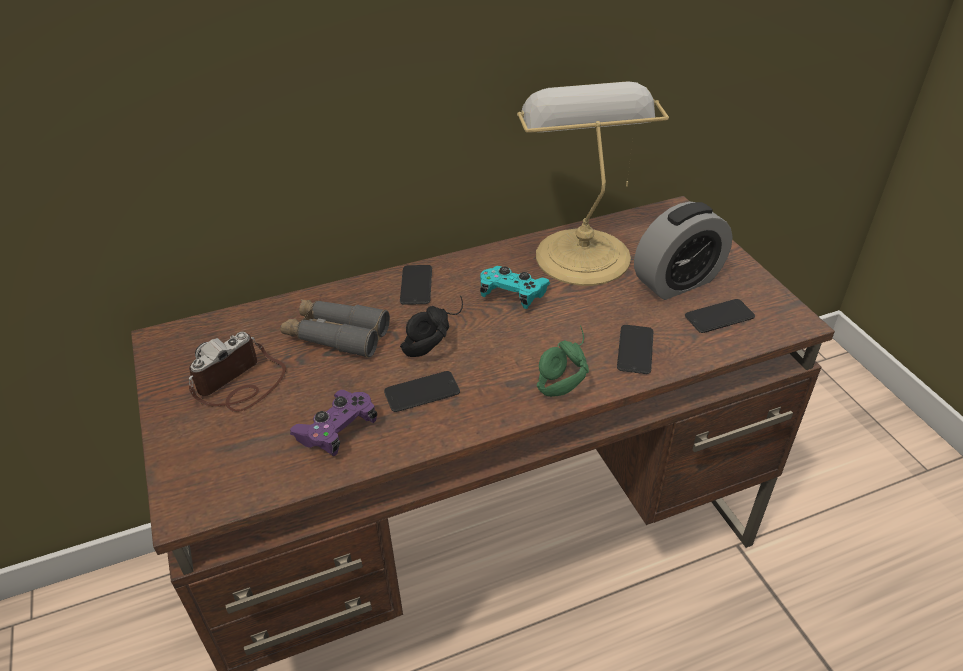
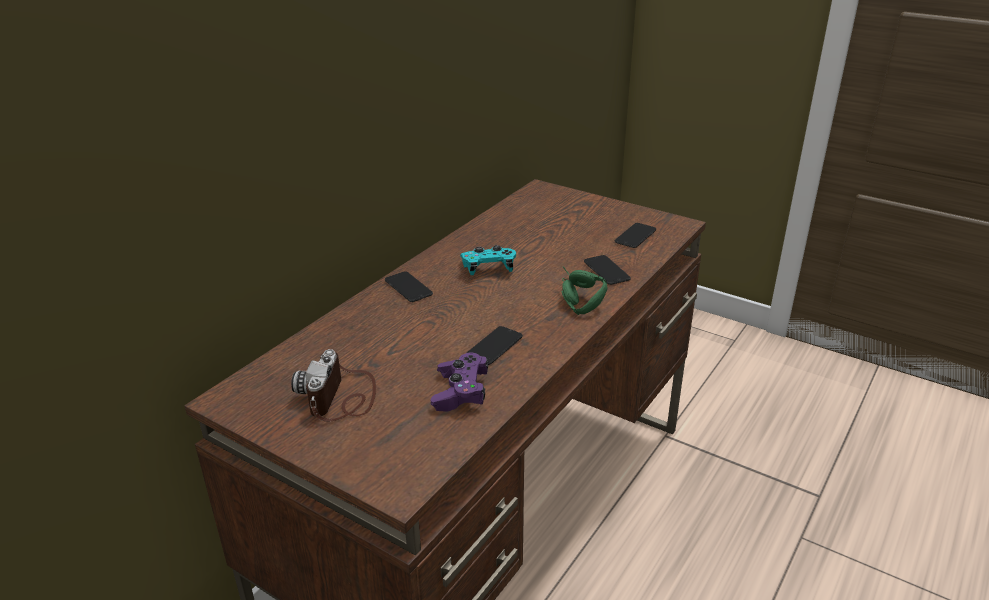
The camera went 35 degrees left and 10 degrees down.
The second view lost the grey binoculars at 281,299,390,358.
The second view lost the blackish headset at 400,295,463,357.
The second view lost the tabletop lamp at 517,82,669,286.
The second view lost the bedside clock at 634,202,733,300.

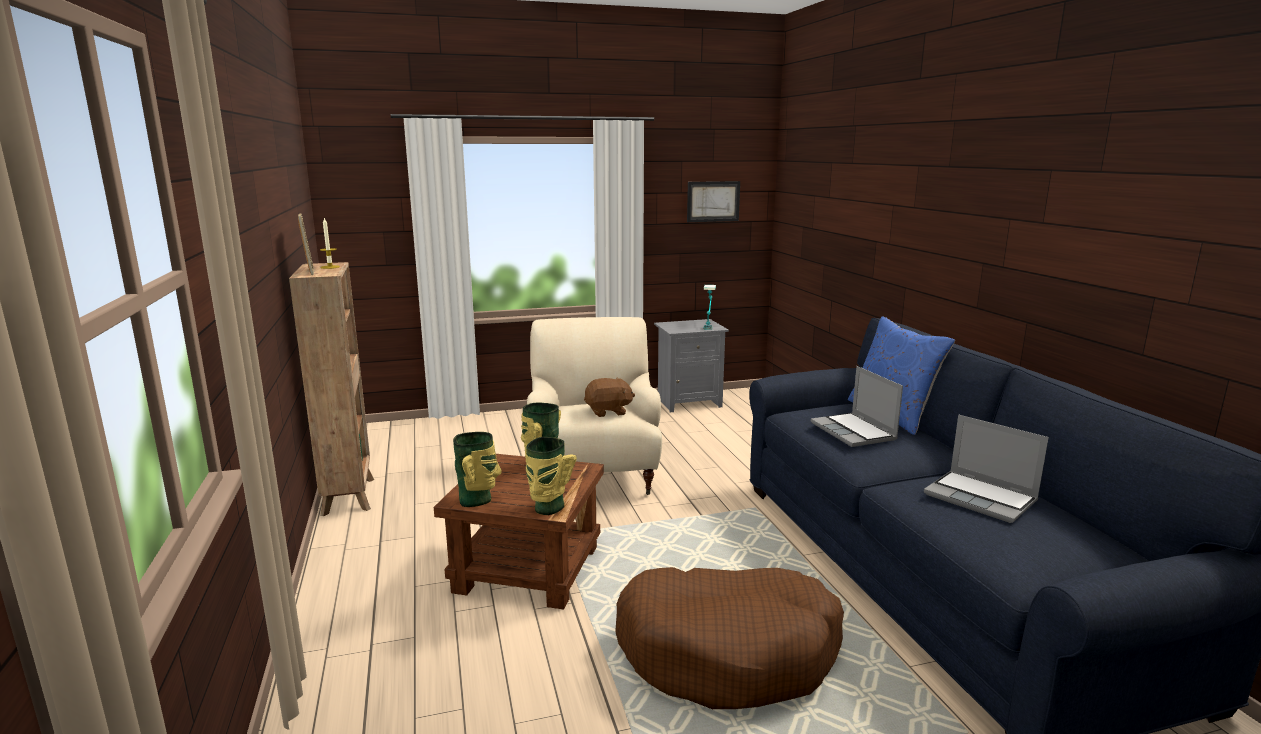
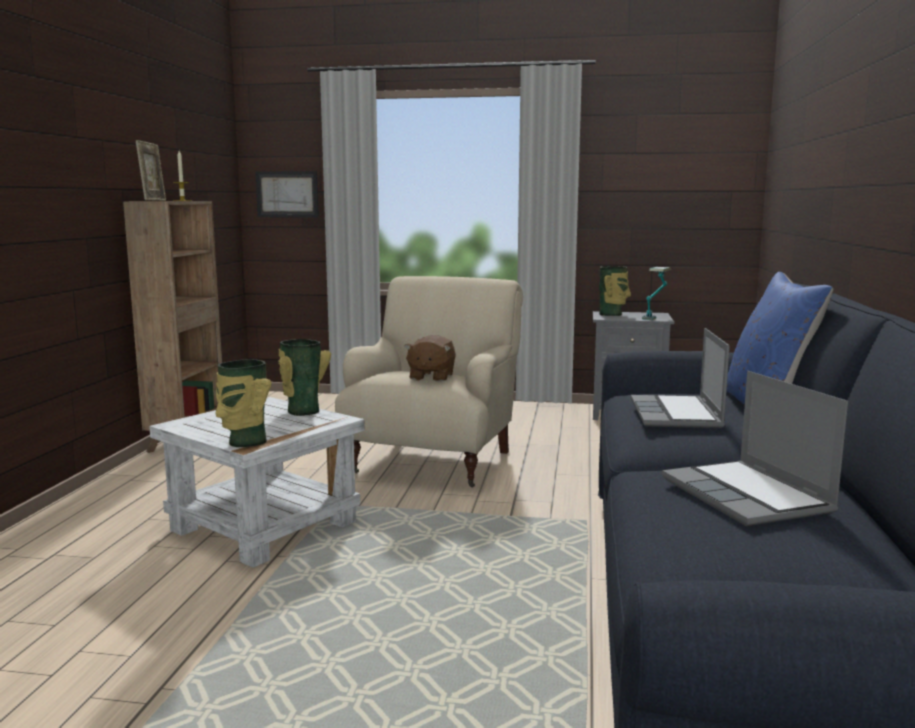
The camera went 25 degrees right and 5 degrees down.
The second view lost the brown pet bed at 615,567,844,709.
The decorative vase ended up elsewhere, having gone from 453,432,502,507 to 599,266,631,316.
The wall picture ended up elsewhere, having gone from 687,181,740,222 to 255,171,319,218.
What was the brown end table at 434,454,604,610 turned into the whitish end table at 149,397,365,568.
The brown plush toy at 584,377,635,417 ended up facing another way, 90 degrees clockwise from before.

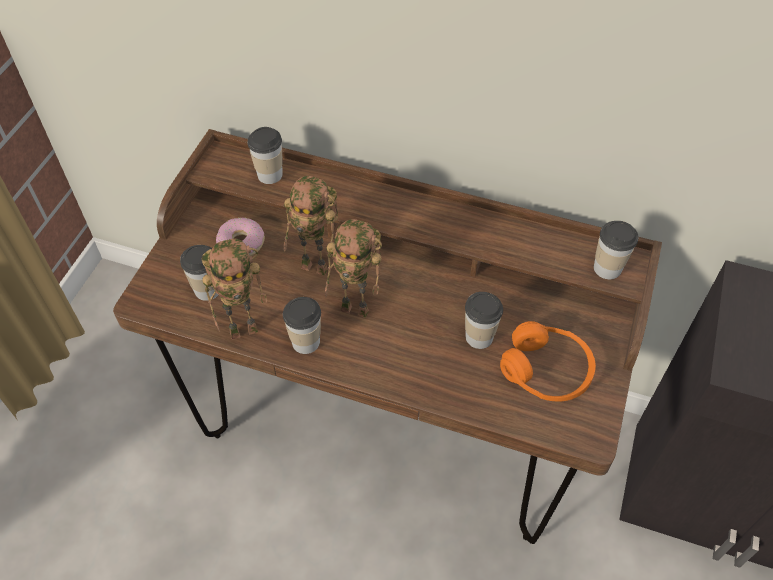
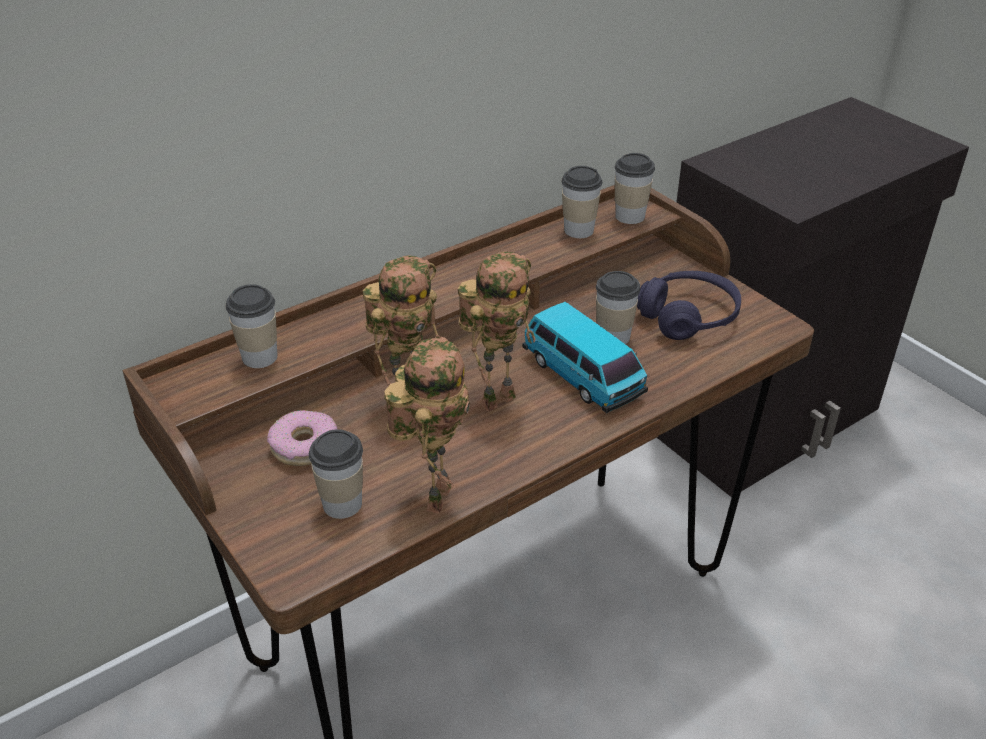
The camera went 55 degrees left and 15 degrees down.
The second view gained the toy car at 522,302,648,413.
The cup ended up elsewhere, having gone from 283,297,321,354 to 561,166,602,238.
What was the orangey headset at 500,321,596,402 turned into the purple-coloured headset at 637,271,741,340.

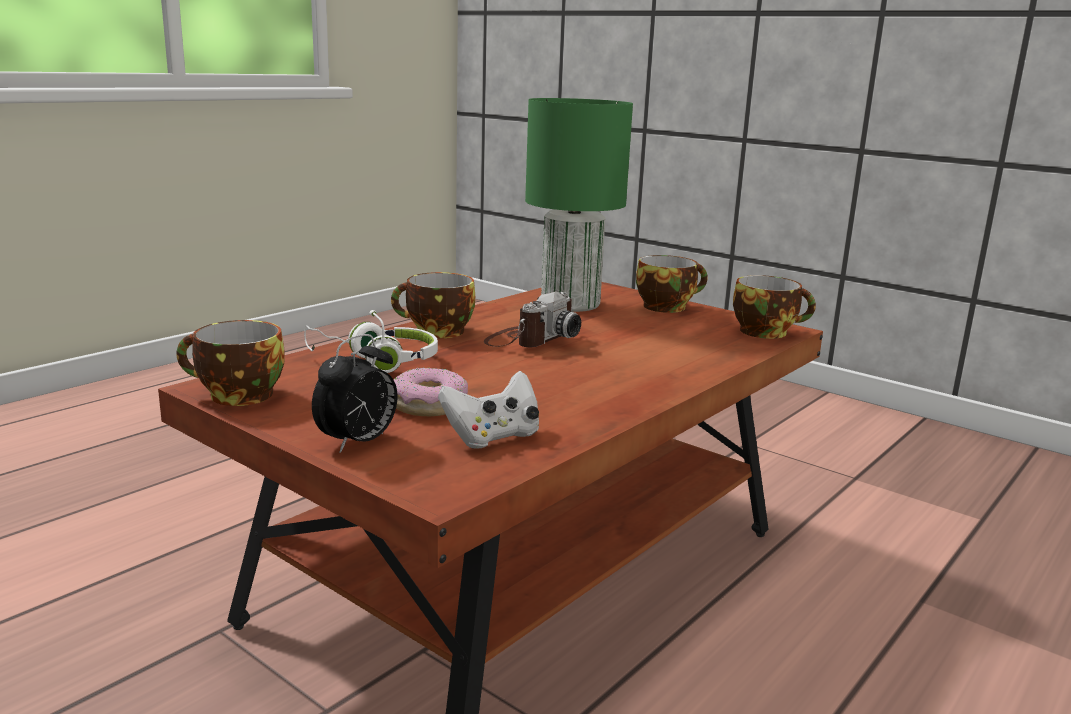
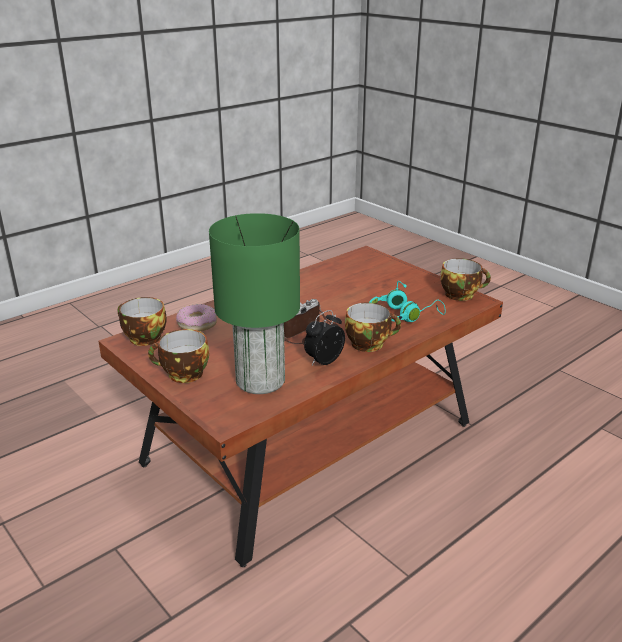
The camera went 170 degrees left and 10 degrees up.
The second view lost the whitish joypad at 438,371,539,449.
The bedside clock ended up elsewhere, having gone from 312,334,397,453 to 304,310,345,366.
The donut ended up elsewhere, having gone from 394,368,468,416 to 176,304,217,331.
What was the whitish headset at 304,310,438,373 turned into the turquoise headset at 369,281,446,322.

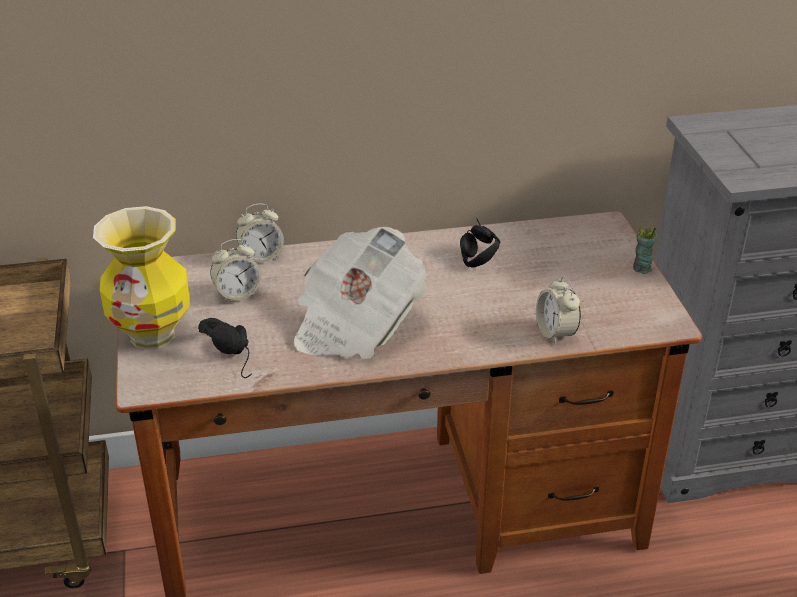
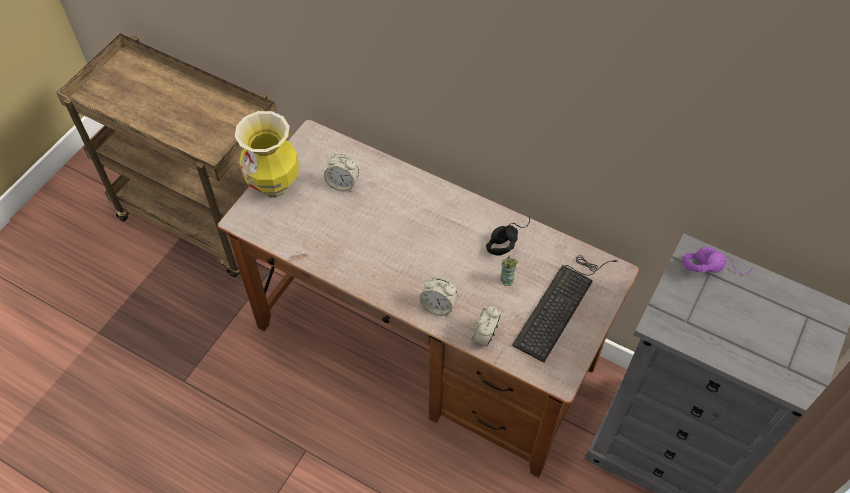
The camera went 40 degrees right and 20 degrees up.
The second view lost the blackish headset at 198,318,252,378.
The second view lost the newspaper at 293,227,426,359.
The second view gained the PC keyboard at 512,255,617,363.
The second view gained the purple-coloured headset at 682,247,753,274.
The bedside clock ended up elsewhere, having gone from 236,204,284,263 to 419,277,457,316.
The cup ended up elsewhere, having gone from 633,226,657,274 to 501,255,518,286.

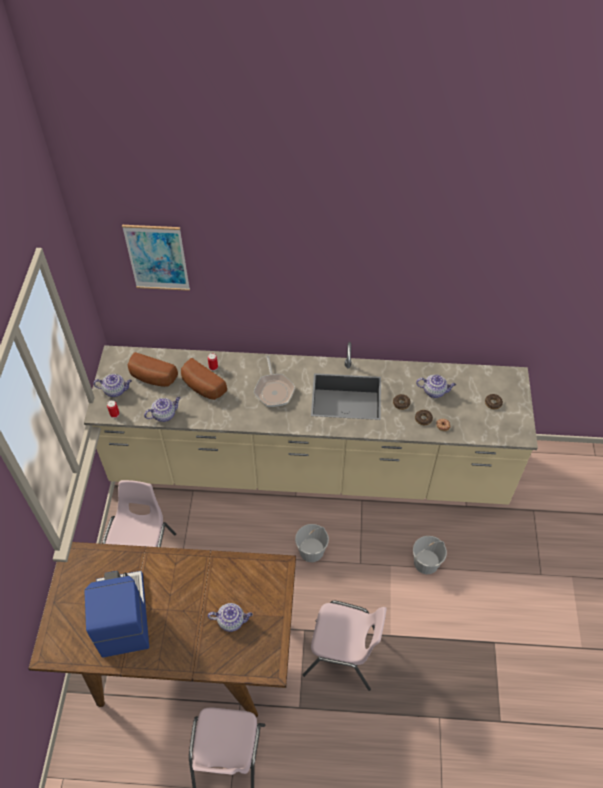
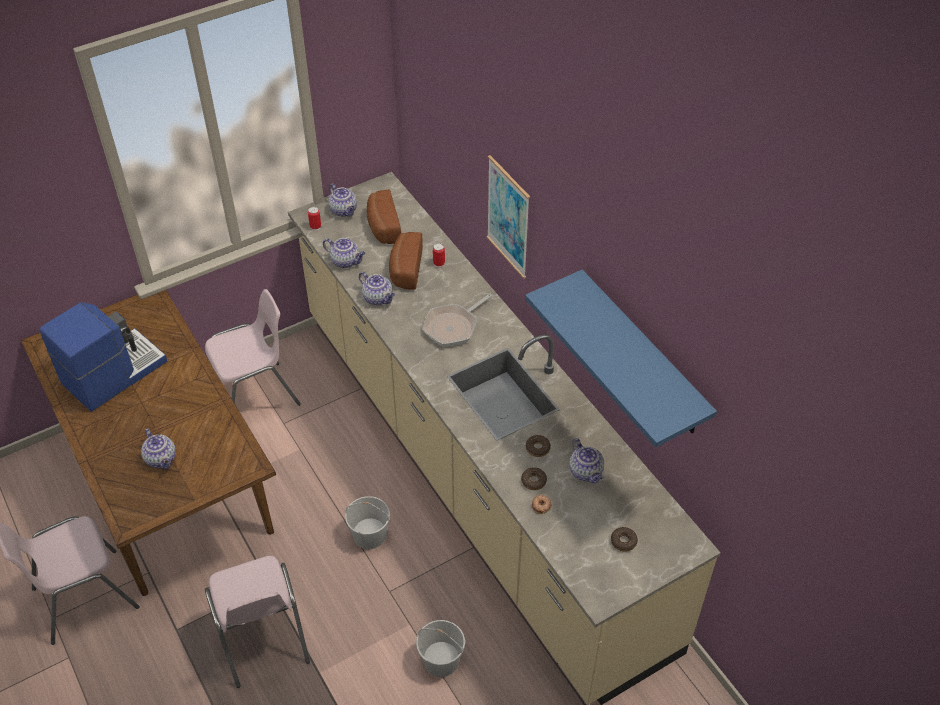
The camera went 55 degrees right and 5 degrees down.
The second view gained the teapot at 359,271,395,305.
The second view gained the bluish shelf at 525,270,717,448.
The wall picture ended up elsewhere, having gone from 122,225,190,291 to 487,155,530,279.

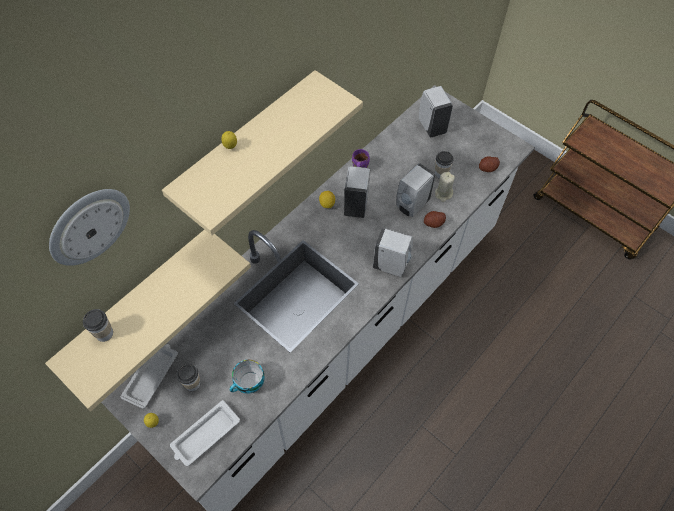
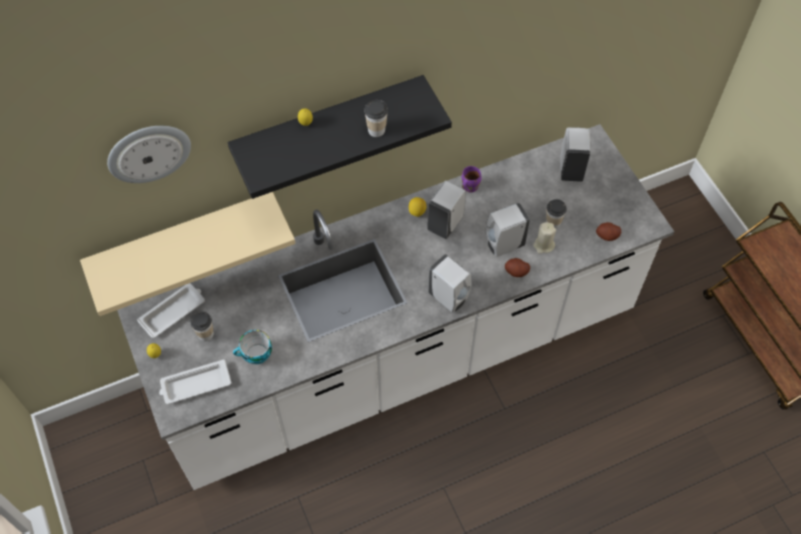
The camera went 25 degrees right and 0 degrees up.
The cup ended up elsewhere, having gone from 83,309,113,342 to 364,100,388,137.
What was the beige shelf at 162,70,363,235 turned into the blackish shelf at 228,75,452,199.

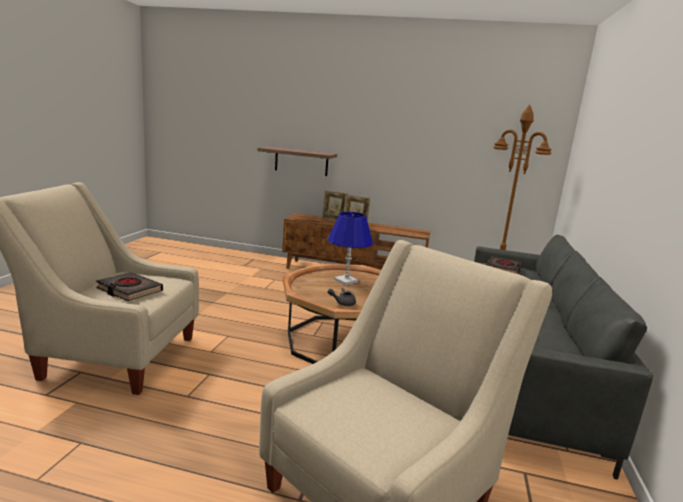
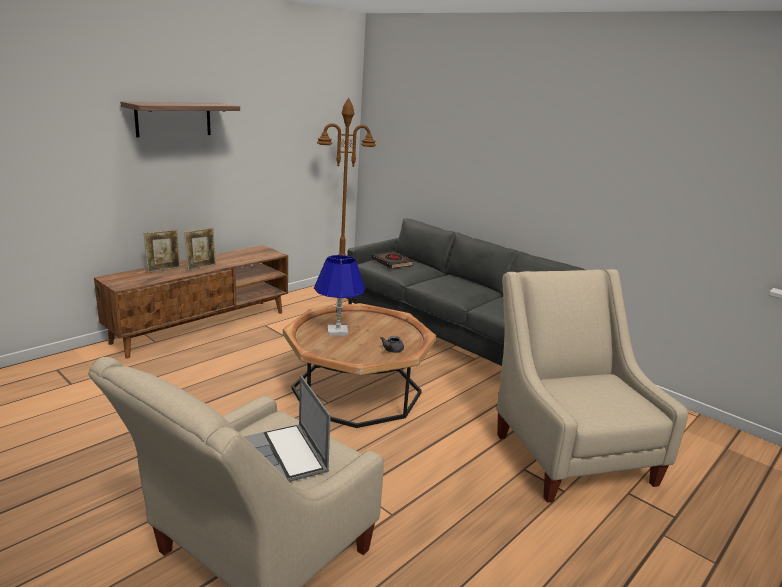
The camera went 60 degrees left and 5 degrees up.
The shelf ended up elsewhere, having gone from 257,147,337,176 to 120,102,240,137.
Where the blackish book stood at 96,272,163,301, the laptop came to stand at 244,375,331,482.

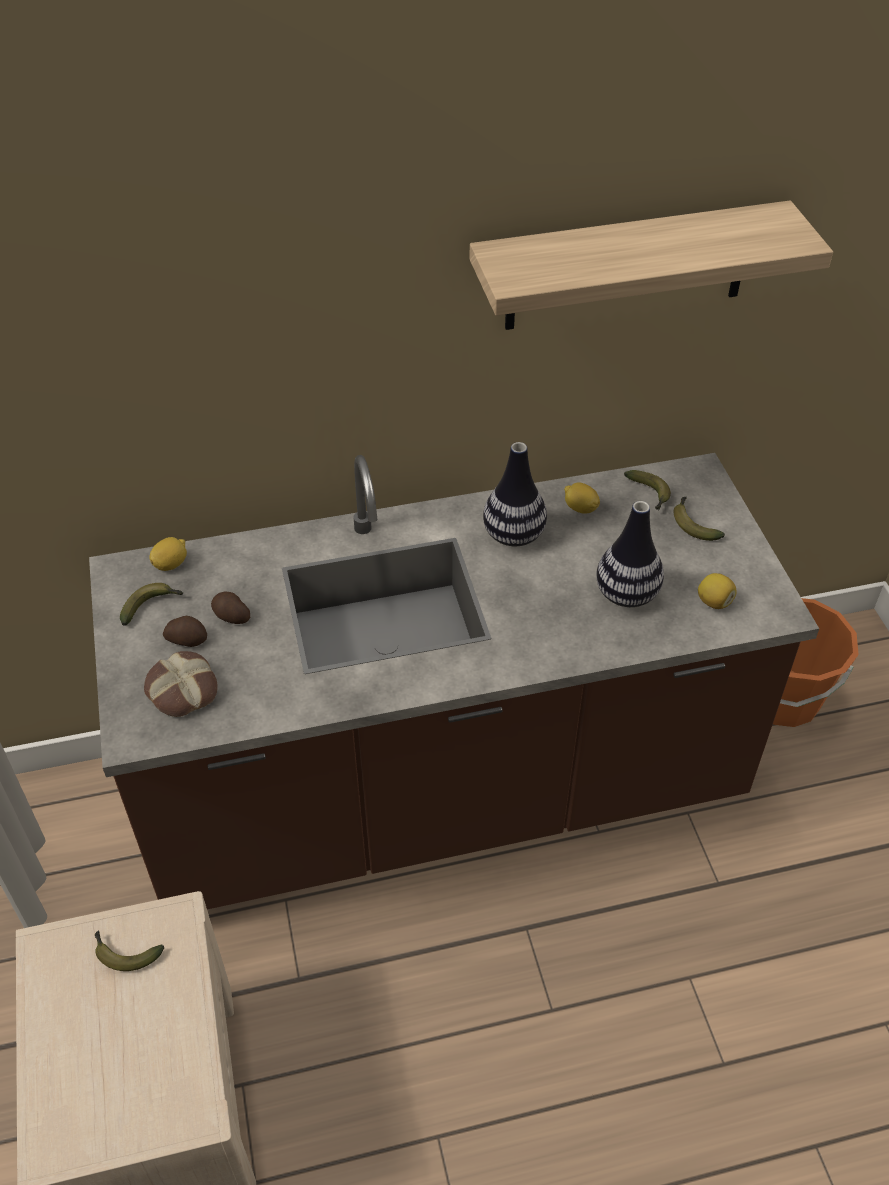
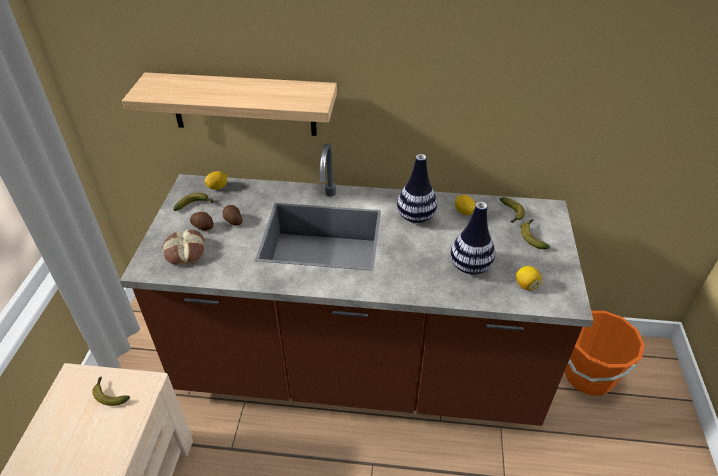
The camera went 20 degrees right and 5 degrees down.
The shelf ended up elsewhere, having gone from 469,200,833,330 to 122,72,337,136.

